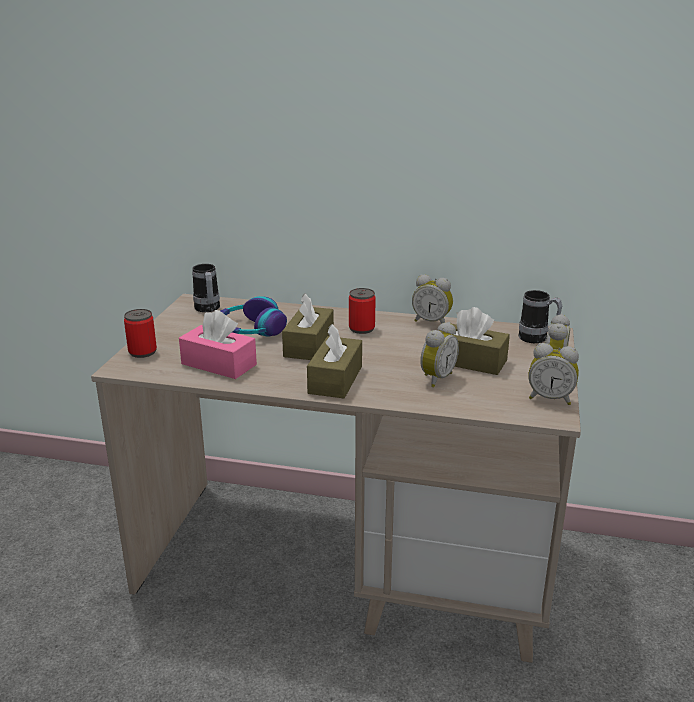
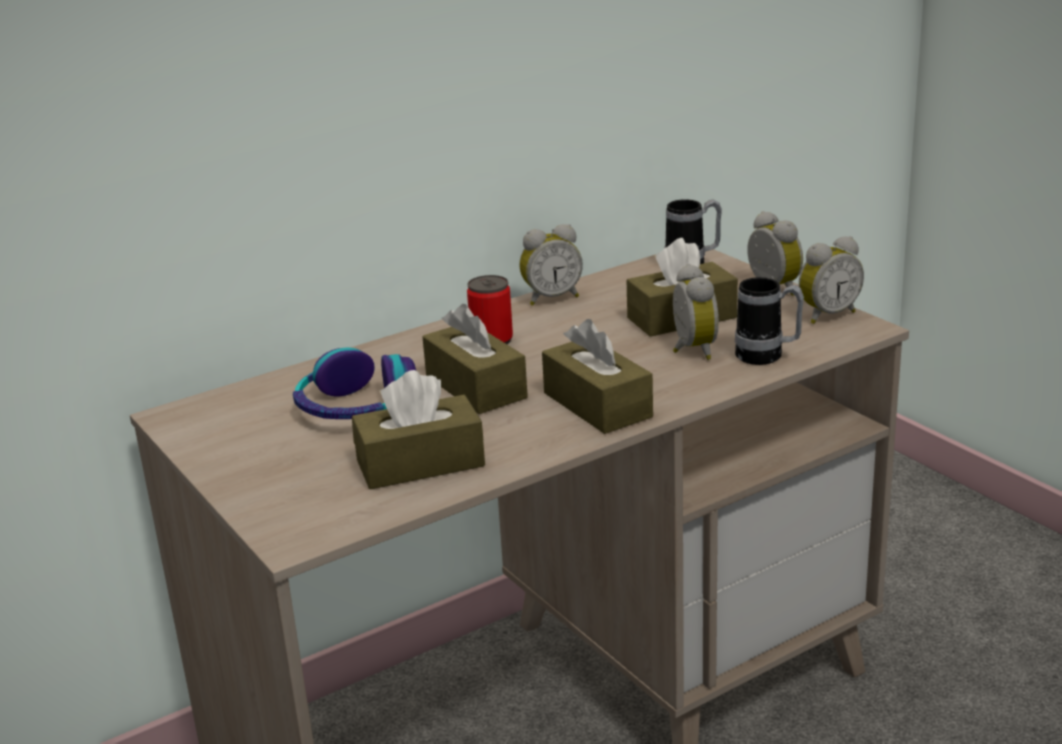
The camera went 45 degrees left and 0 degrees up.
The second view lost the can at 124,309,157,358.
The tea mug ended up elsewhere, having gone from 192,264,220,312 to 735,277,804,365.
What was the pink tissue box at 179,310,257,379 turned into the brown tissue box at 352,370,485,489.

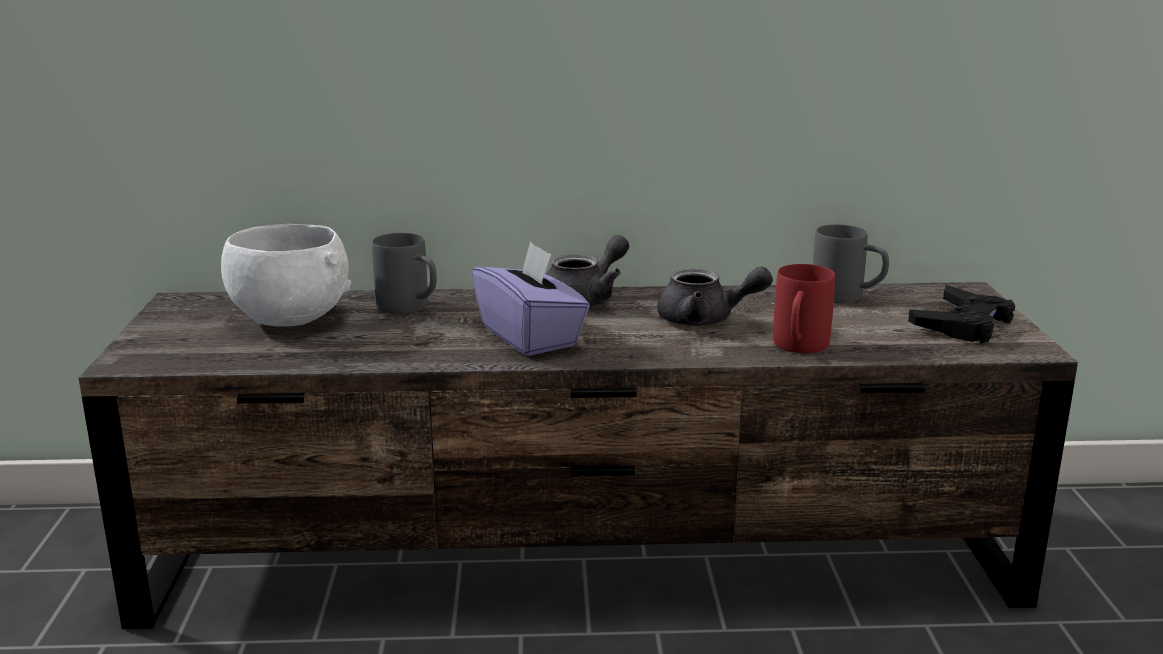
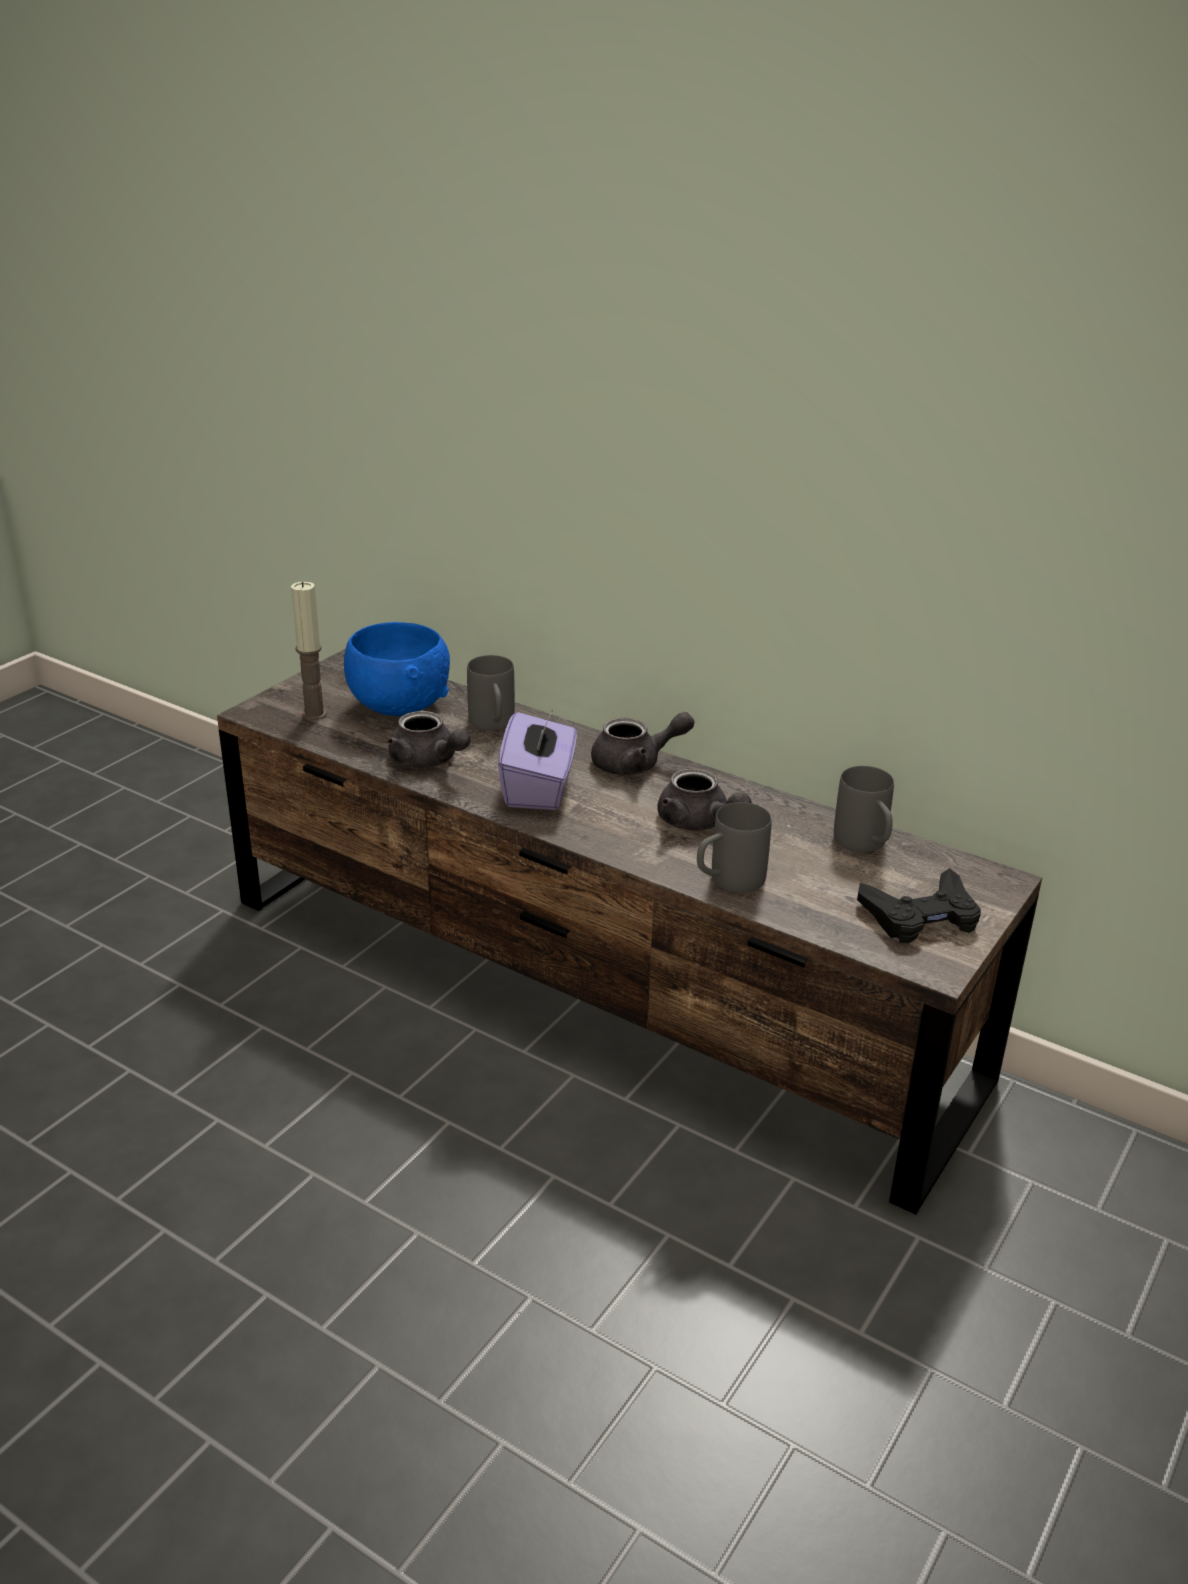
The camera went 35 degrees right and 10 degrees up.
The second view gained the candle at 291,581,327,720.
The second view gained the grey teapot at 387,711,471,768.
What was the whitish serving bowl at 221,224,351,327 turned into the bluish serving bowl at 344,622,450,716.
What was the red-coloured tea mug at 773,264,835,353 turned into the grey tea mug at 697,802,772,893.

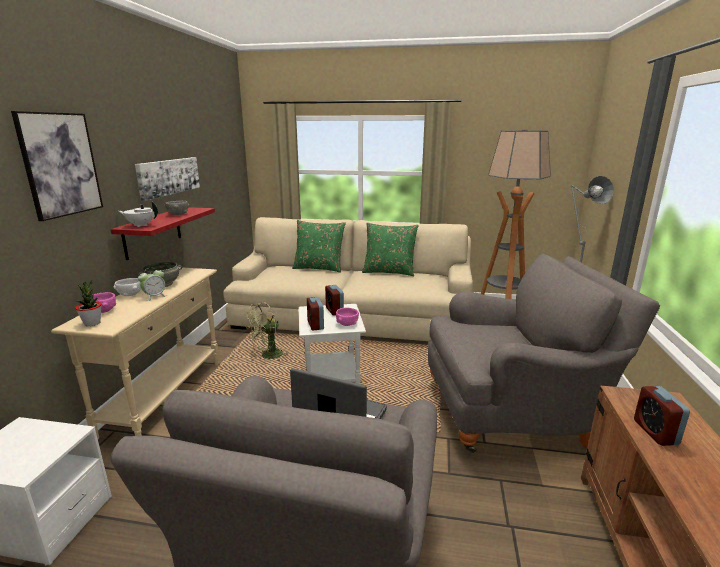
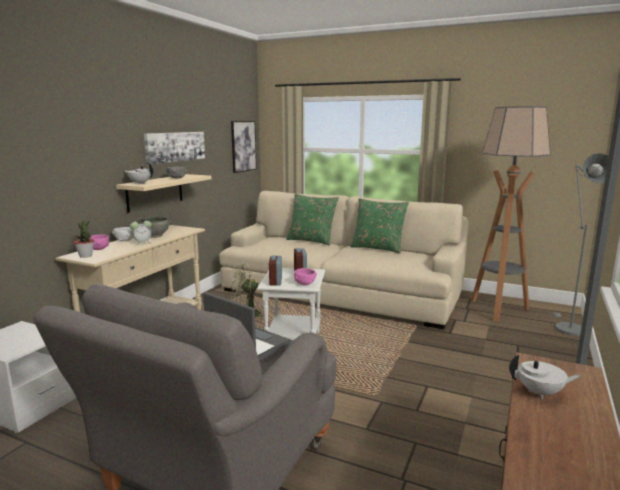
The camera went 15 degrees right and 5 degrees down.
The second view lost the grey armchair at 428,254,660,454.
The wall picture ended up elsewhere, having gone from 11,111,103,221 to 231,121,257,173.
Where the bedside clock stood at 634,386,690,446, the whitish teapot came to stand at 509,355,581,399.
What was the red-coloured shelf at 111,207,215,260 turned into the beige shelf at 116,174,212,213.

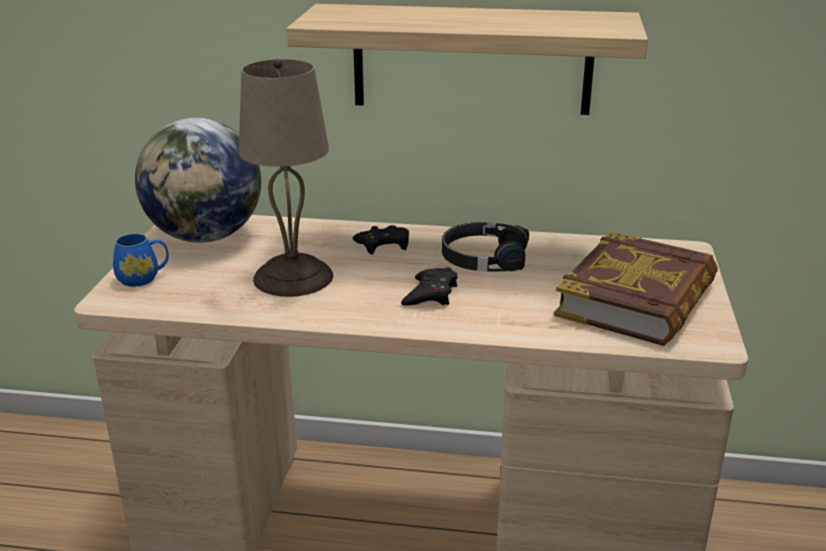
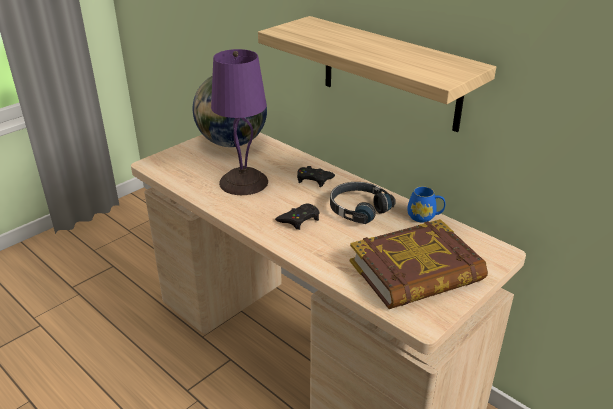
The camera went 35 degrees right and 5 degrees up.
The bluish tea mug ended up elsewhere, having gone from 113,233,169,287 to 407,186,445,222.
What was the beige tabletop lamp at 239,59,333,297 turned into the purple-coloured tabletop lamp at 211,49,268,195.

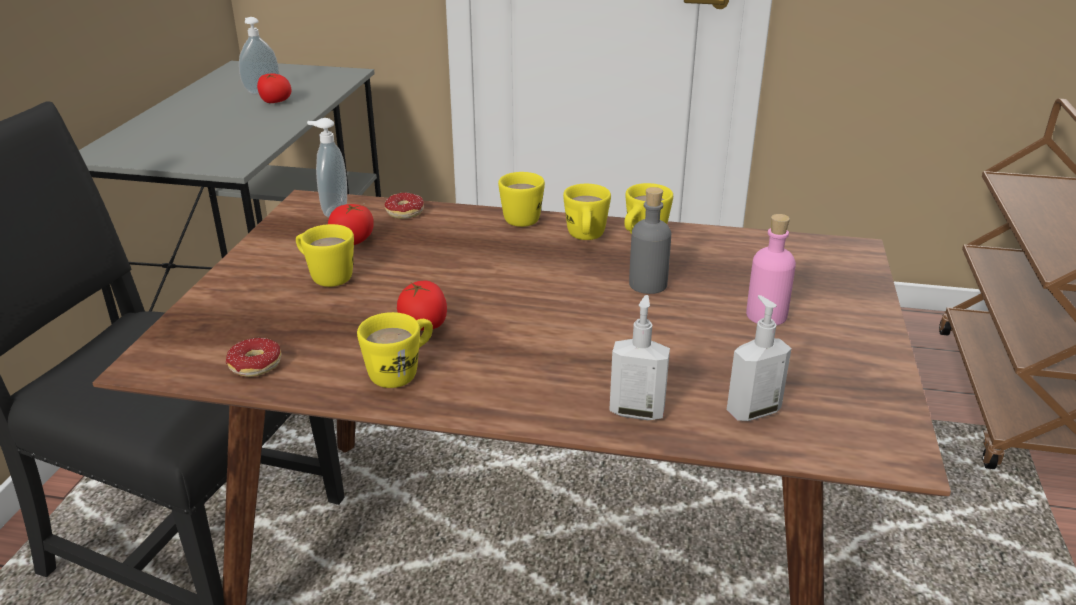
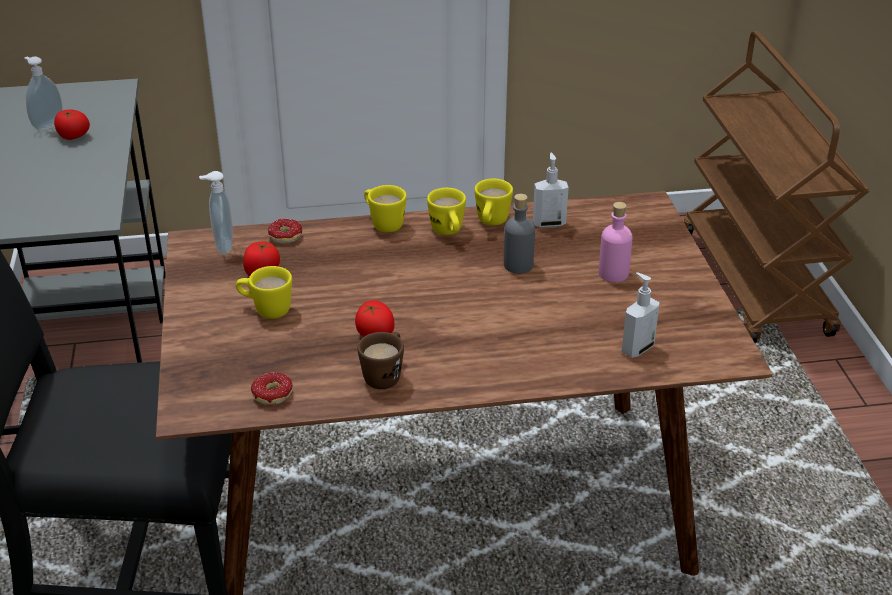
The camera went 20 degrees left and 5 degrees up.
The liquid soap bottle ended up elsewhere, having gone from 609,295,670,420 to 533,153,569,228.
What was the yellow tea mug at 357,312,433,388 turned into the brown tea mug at 357,332,404,389.

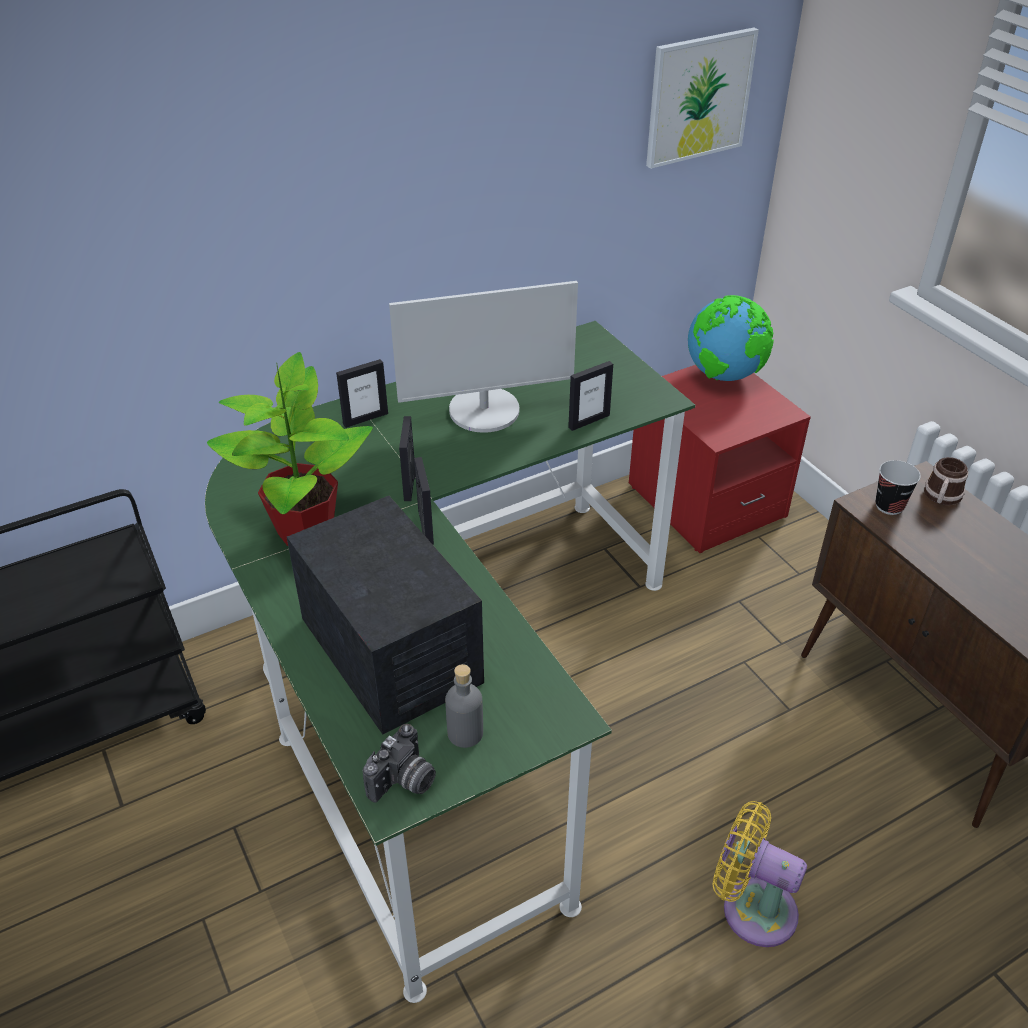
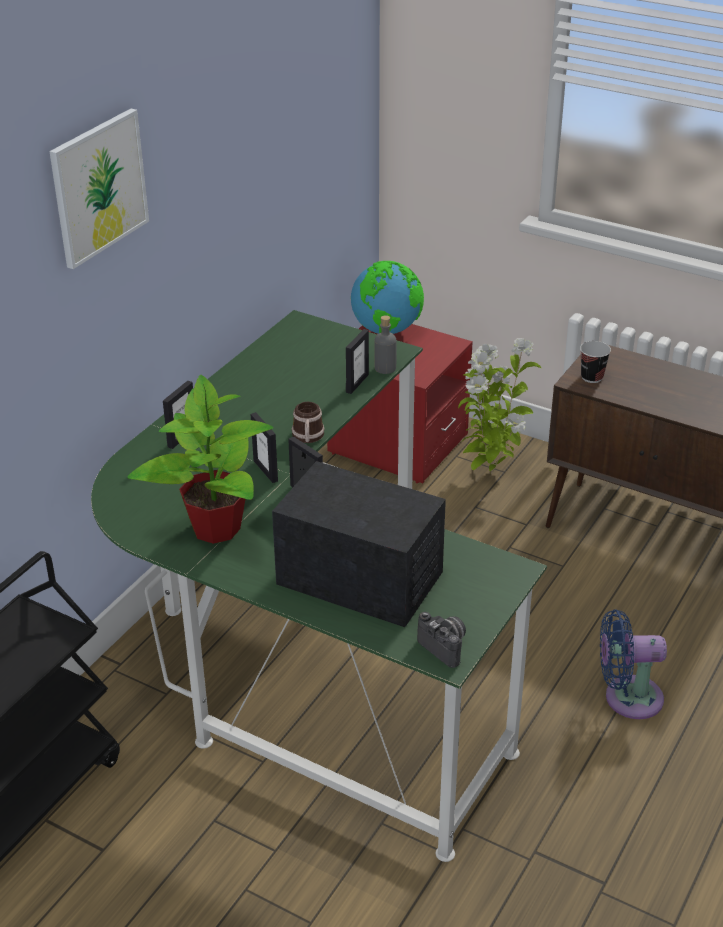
The camera went 30 degrees left and 5 degrees down.
The second view lost the computer display at 389,281,578,433.
The second view gained the houseplant at 458,338,541,474.
The grey beverage bottle ended up elsewhere, having gone from 445,664,483,748 to 374,315,397,374.
The wall picture ended up elsewhere, having gone from 646,28,759,169 to 49,108,149,269.
The tea mug ended up elsewhere, having gone from 924,457,968,505 to 291,402,325,443.
What was the yellow fan at 712,801,807,947 turned into the bluish fan at 600,610,667,719.
The photo camera at 363,724,436,802 ended up facing another way, 45 degrees counterclockwise from before.

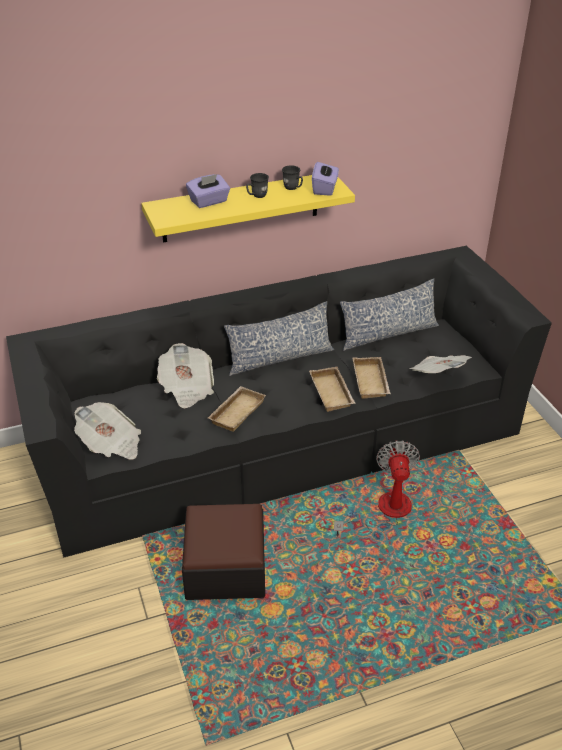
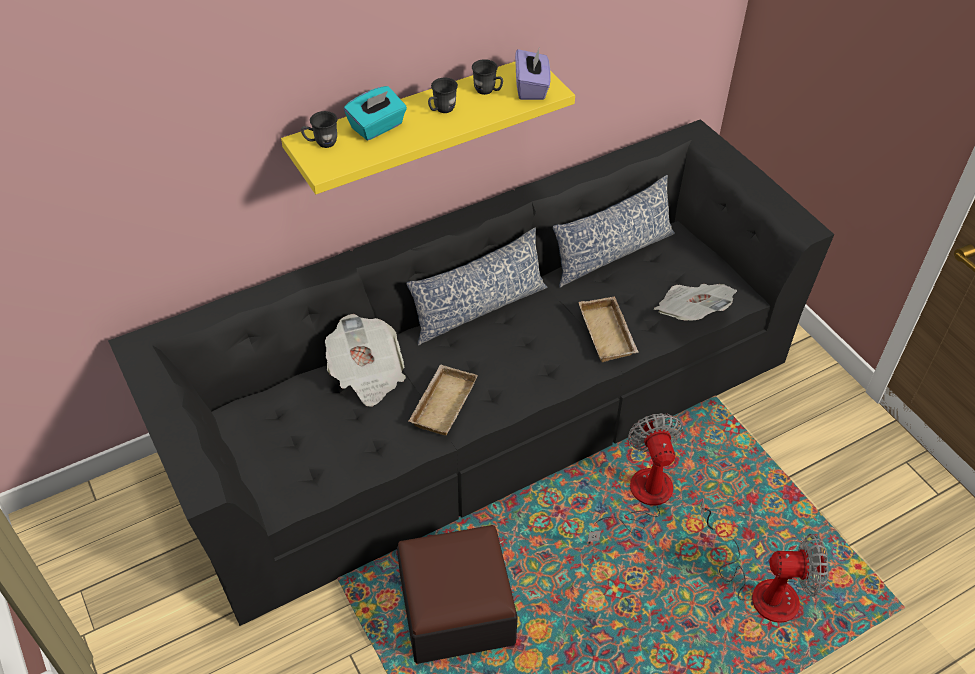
The camera went 10 degrees left and 10 degrees up.
The second view lost the newspaper at 74,402,141,460.
The second view lost the beige serving tray at 309,367,355,412.
The second view gained the grey tea mug at 301,111,337,148.
The second view gained the fan at 700,498,828,623.
What was the purple-coloured tissue box at 186,174,230,208 turned into the turquoise tissue box at 344,86,407,141.

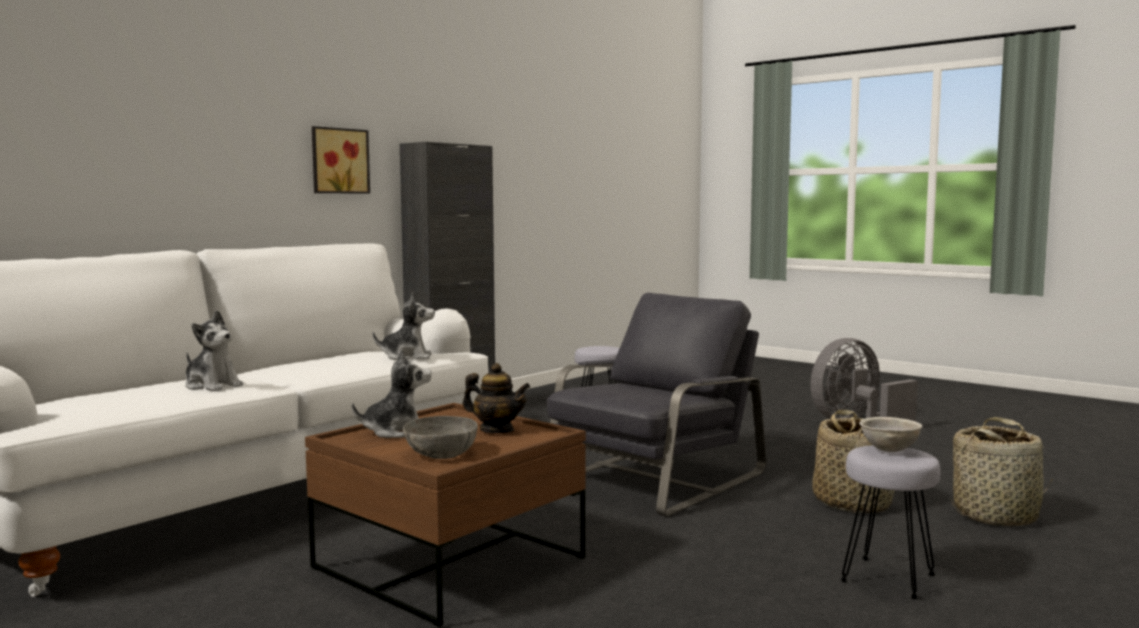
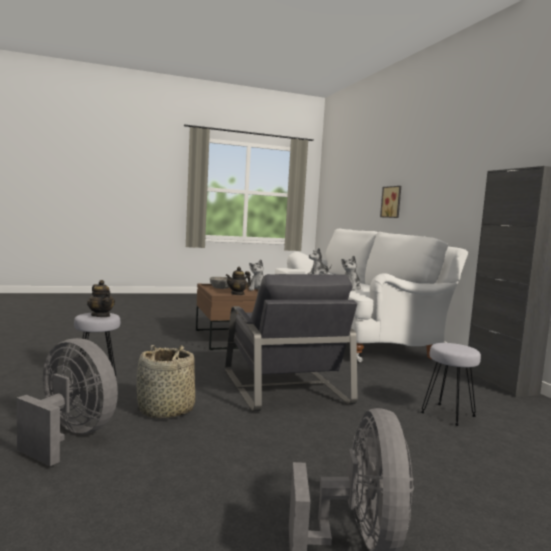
The camera went 120 degrees right and 0 degrees up.
The wall picture ended up elsewhere, having gone from 312,126,370,194 to 380,186,401,218.
Where the grey serving bowl stood at 859,417,922,452, the teapot came to stand at 87,280,115,317.
Where the storage basket stood at 950,417,1052,526, the grey fan came to stand at 17,338,118,466.

